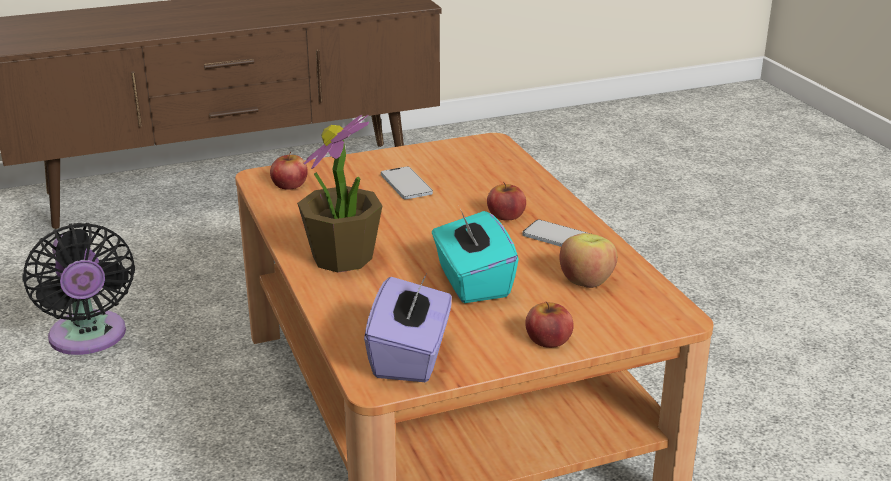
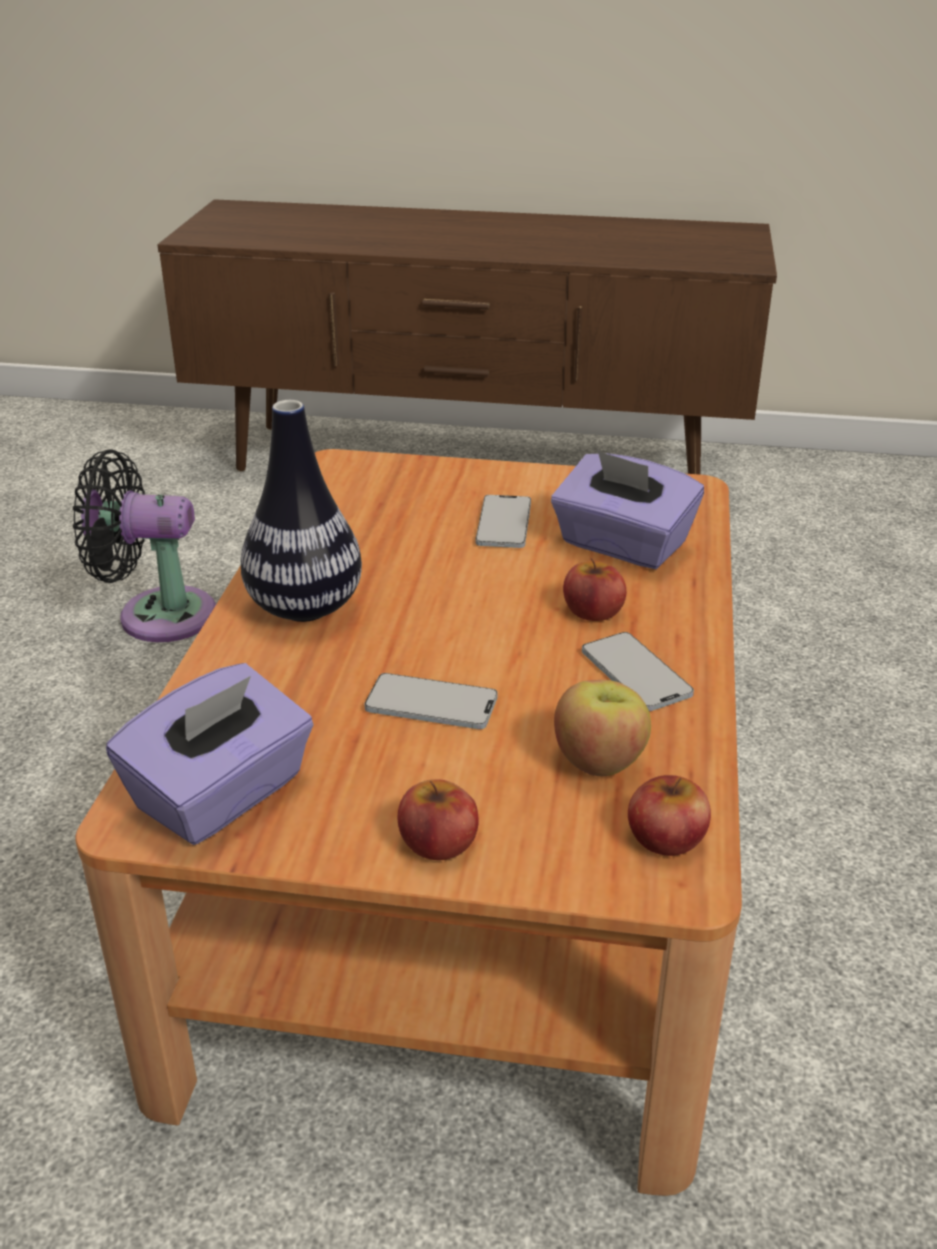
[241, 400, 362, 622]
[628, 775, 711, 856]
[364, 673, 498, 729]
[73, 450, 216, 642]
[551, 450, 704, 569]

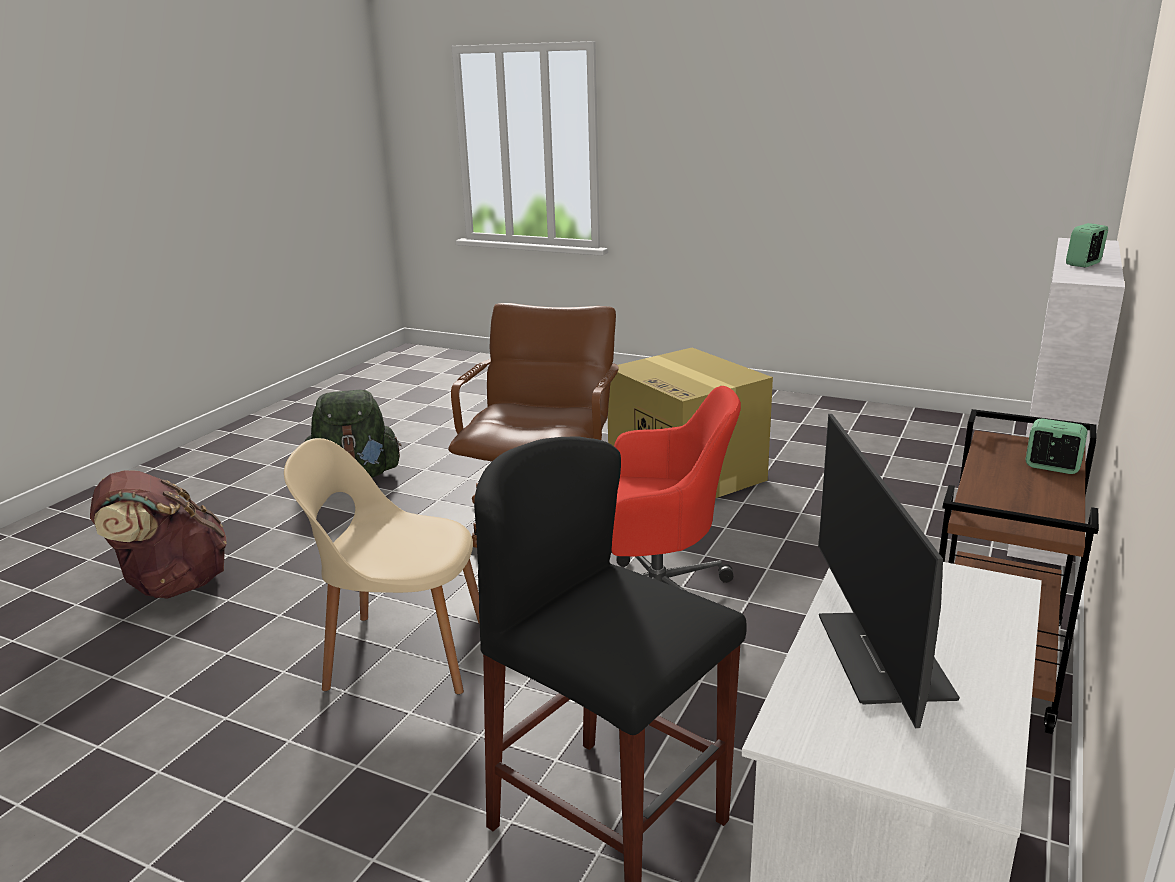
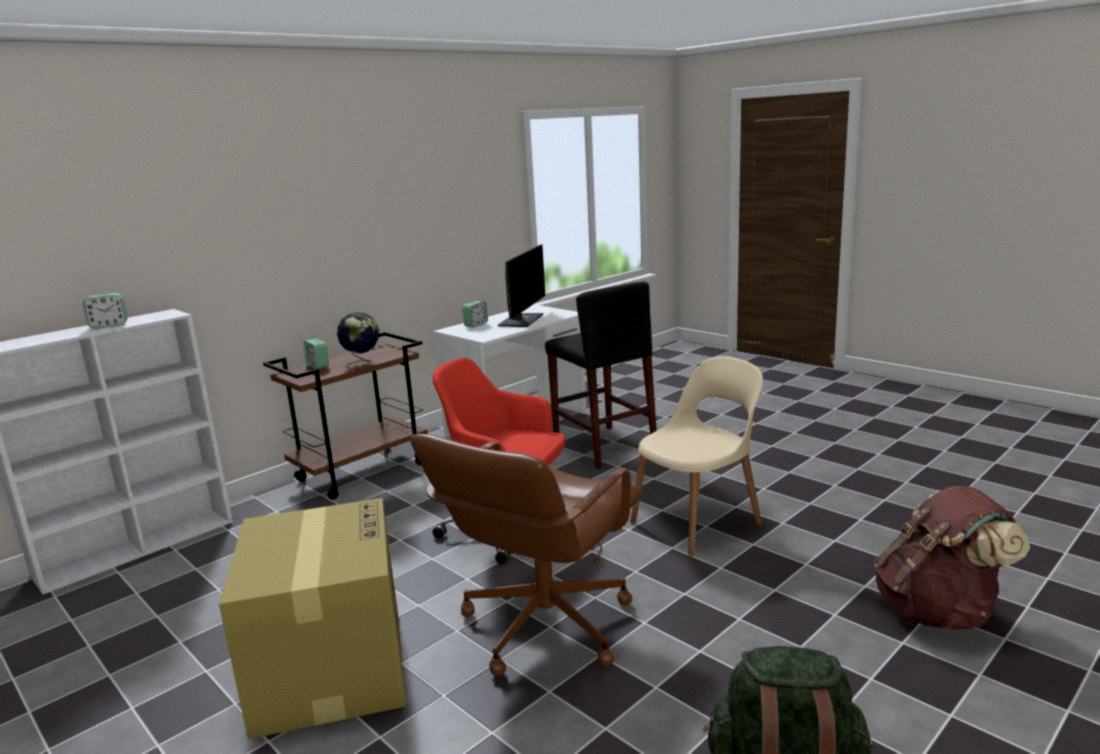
[630, 356, 763, 556]
[462, 301, 488, 327]
[337, 312, 379, 369]

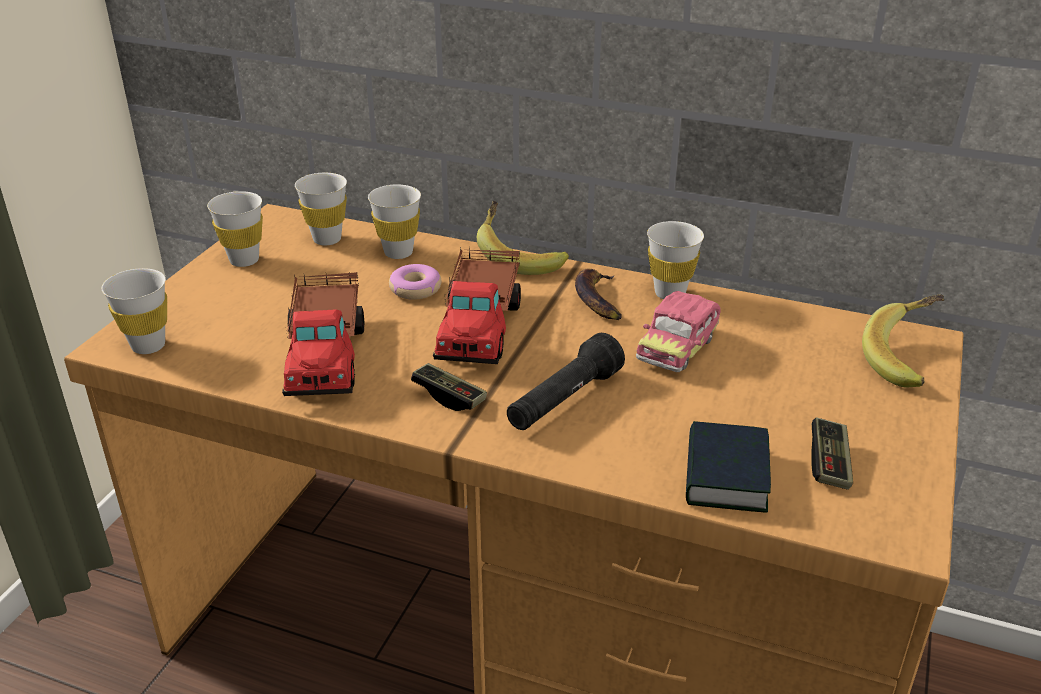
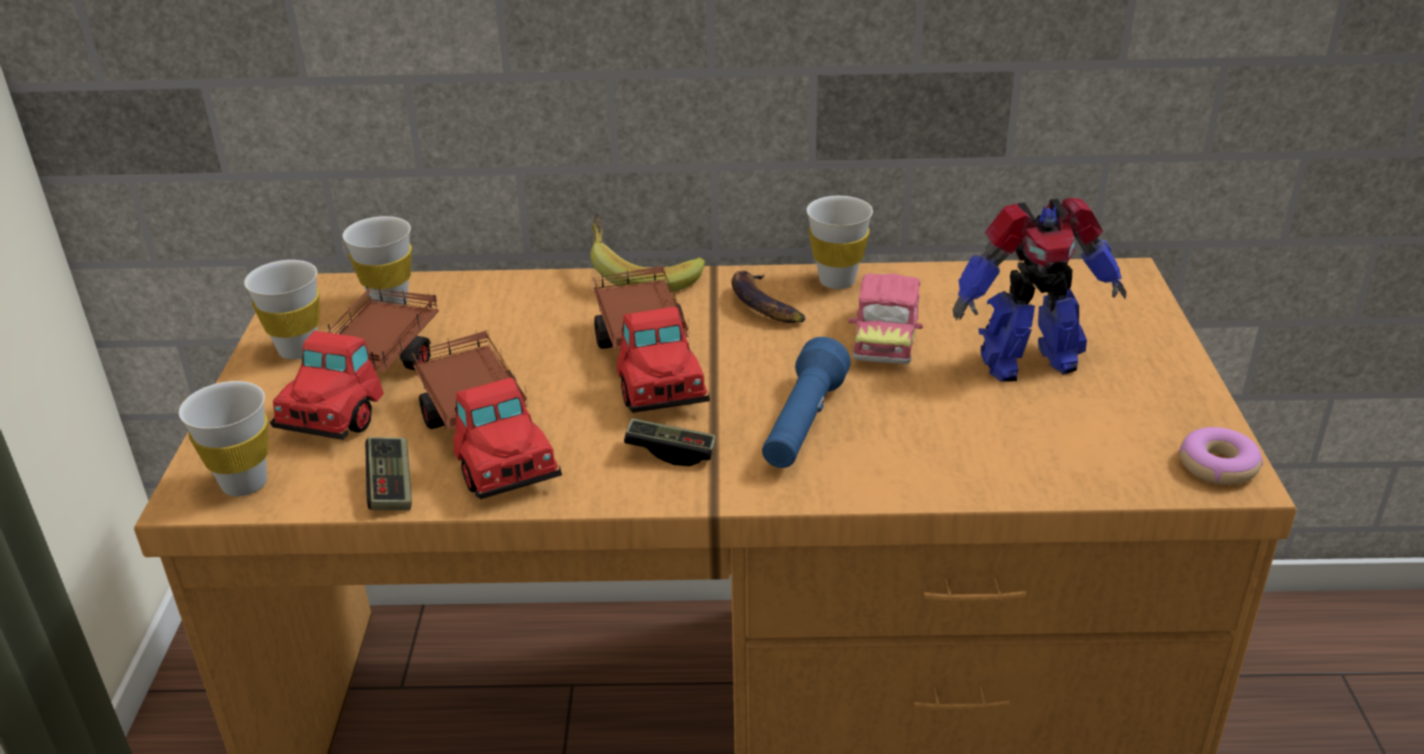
[368, 185, 421, 259] (first image)
[1179, 427, 1263, 485]
[862, 294, 944, 388] (first image)
[762, 337, 851, 468]
[365, 437, 412, 510]
[686, 421, 771, 513] (first image)
[953, 198, 1126, 381]
[269, 286, 439, 440]

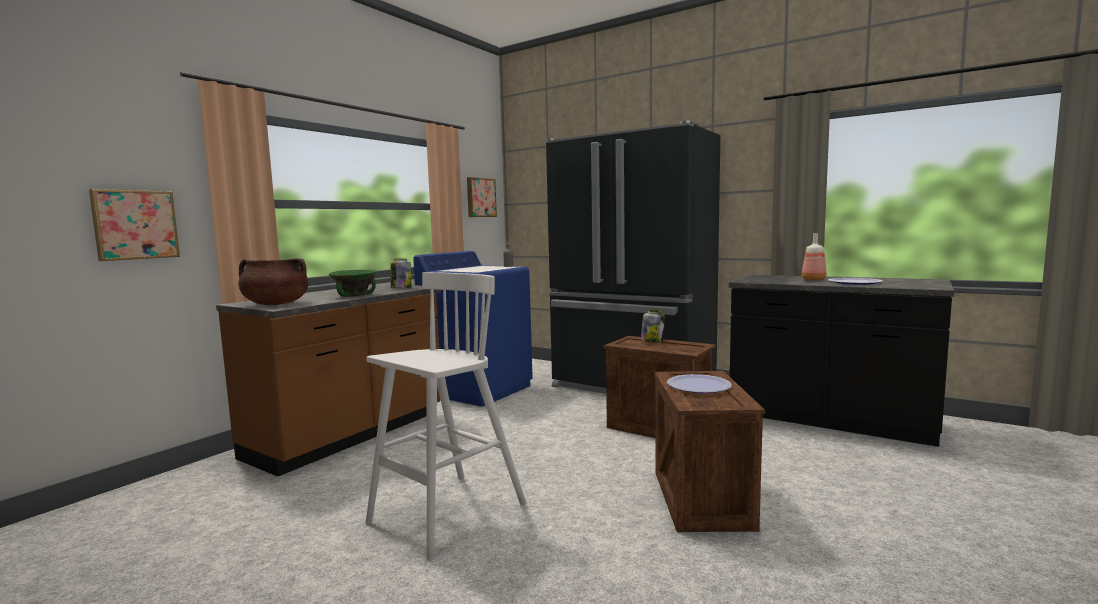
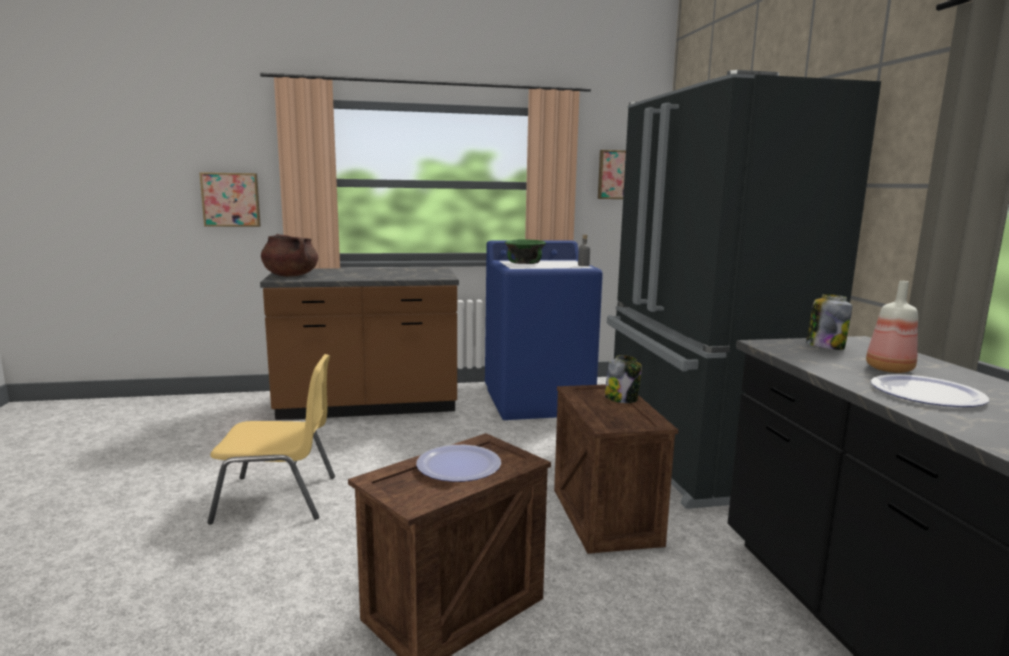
[806, 294, 852, 350]
[505, 239, 546, 264]
[207, 354, 335, 524]

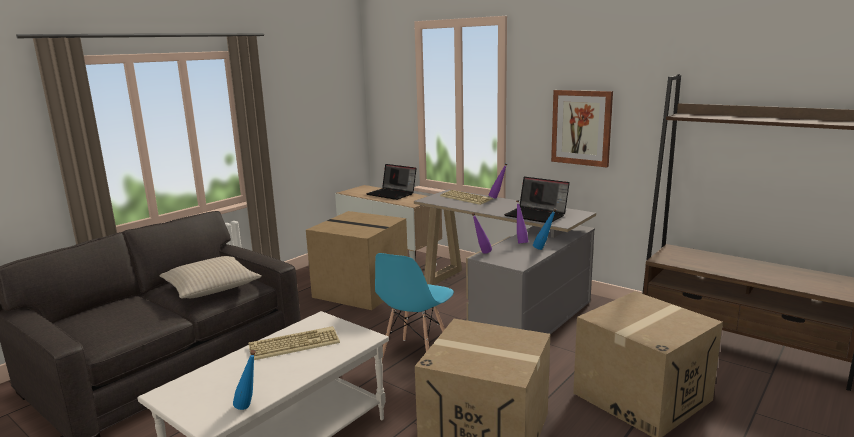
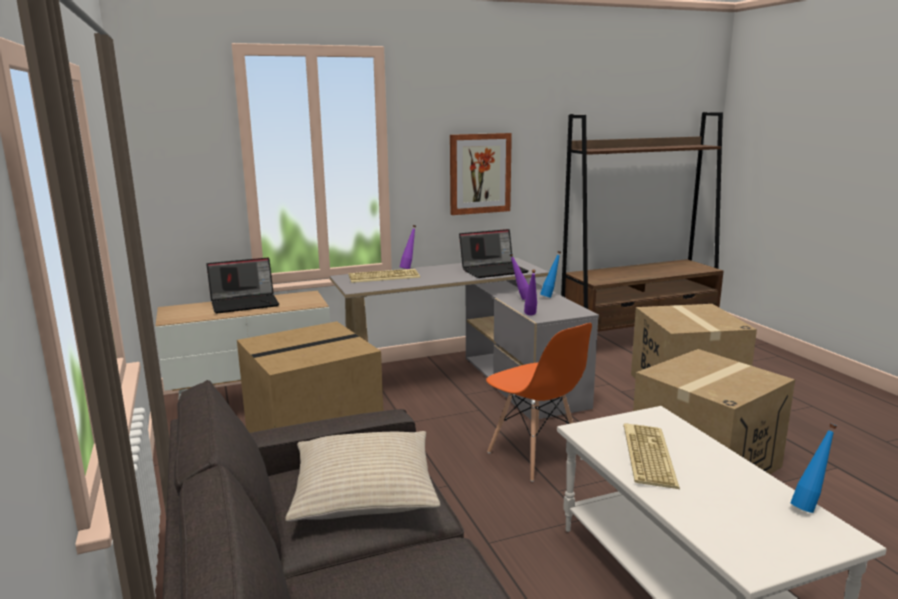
[486, 323, 592, 482]

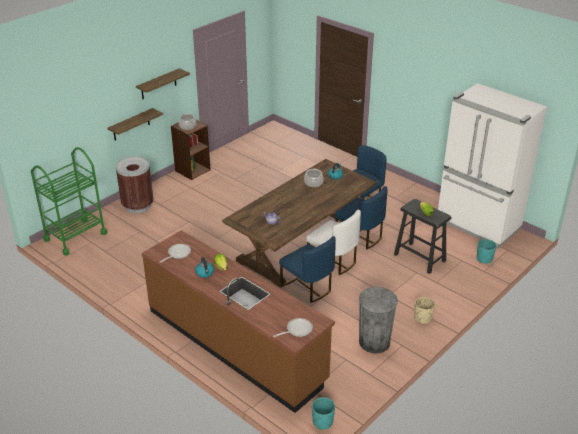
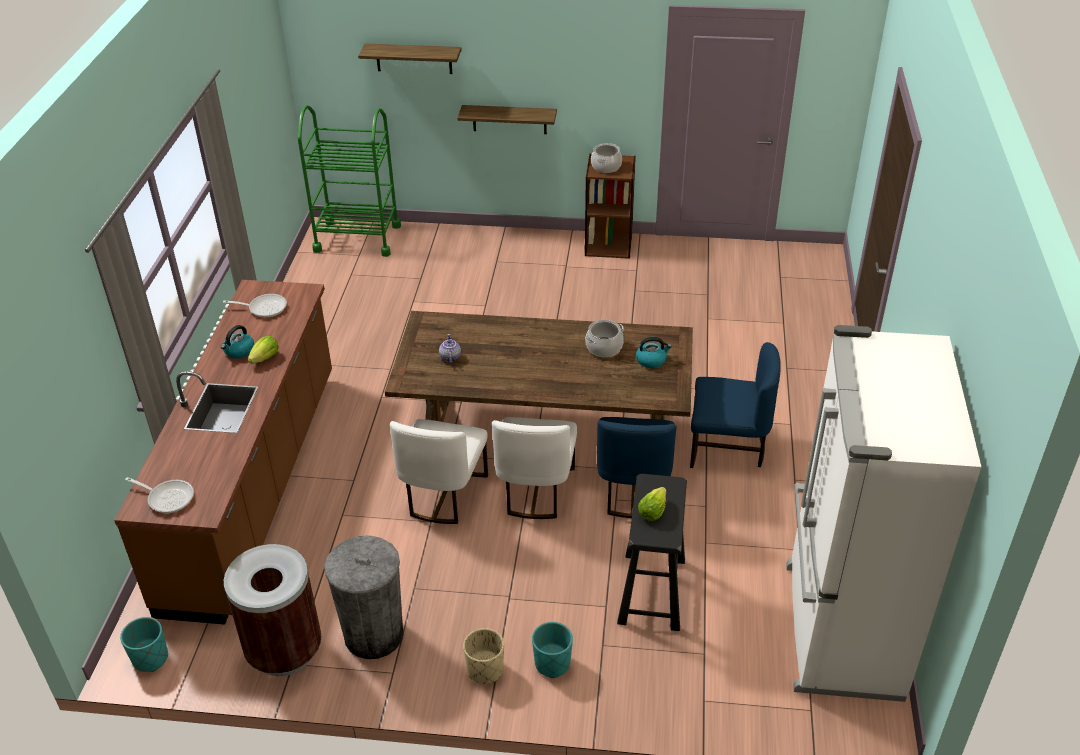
[358, 43, 462, 74]
[224, 544, 321, 676]
[390, 419, 488, 524]
[532, 622, 573, 678]

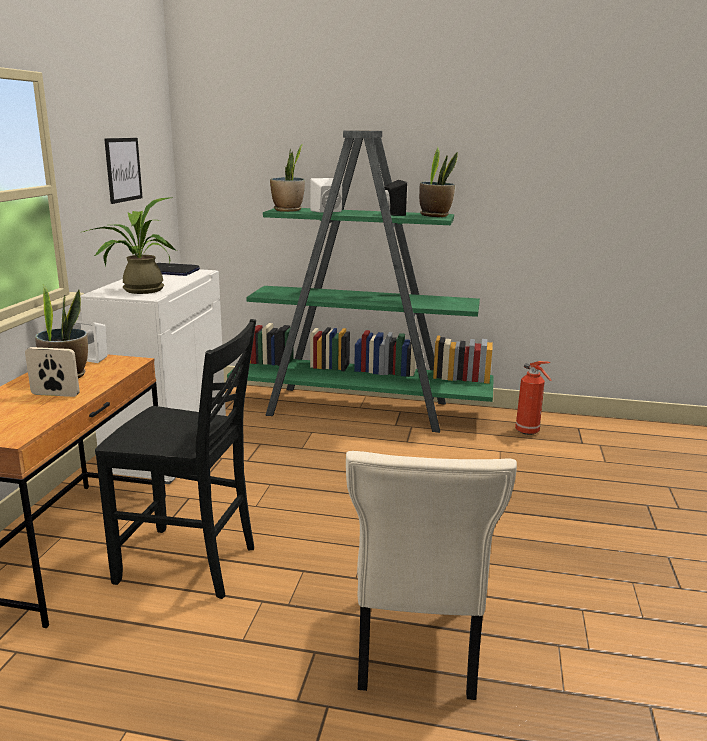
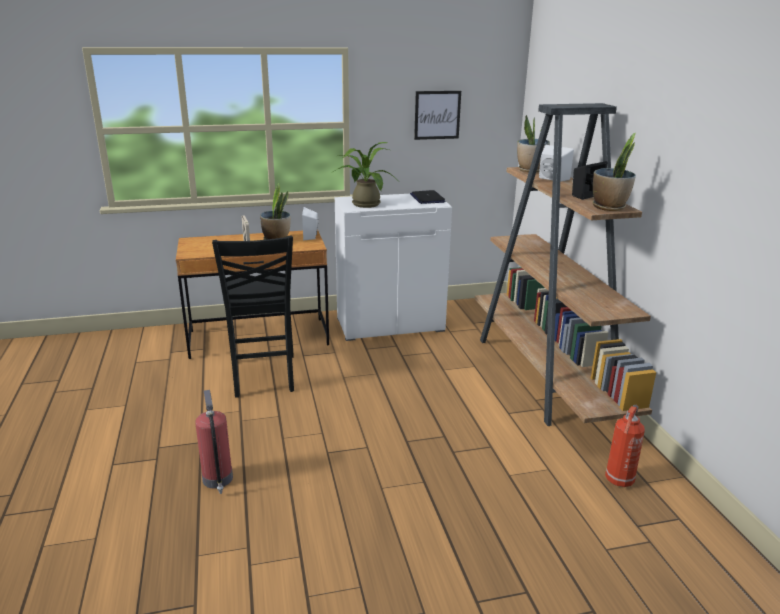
[475, 103, 656, 426]
[195, 390, 233, 494]

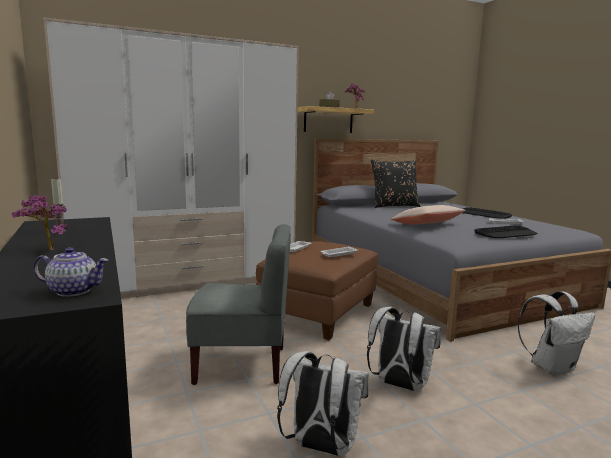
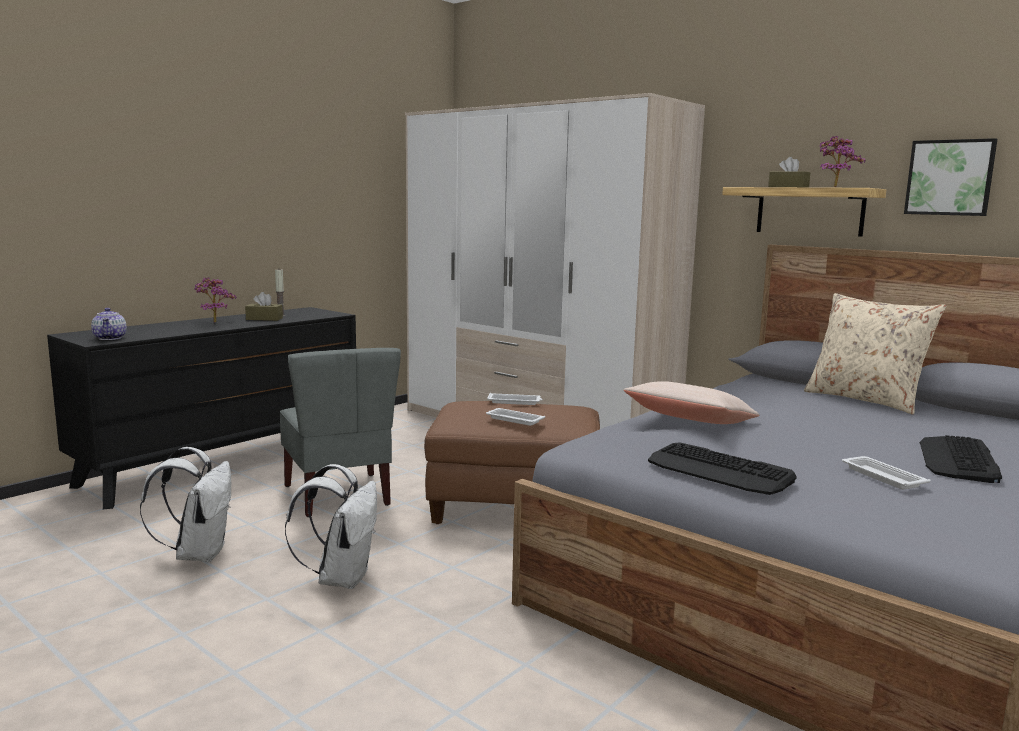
[804, 293, 946, 415]
[517, 291, 595, 376] (first image)
[904, 138, 997, 216]
[245, 292, 283, 321]

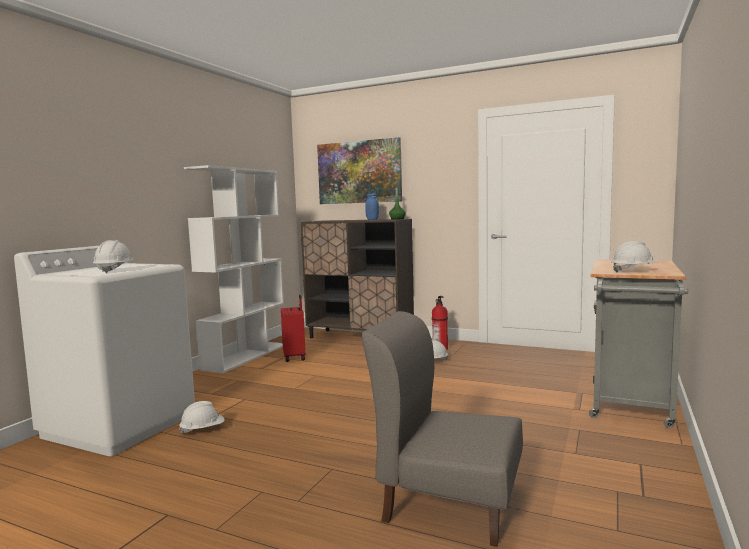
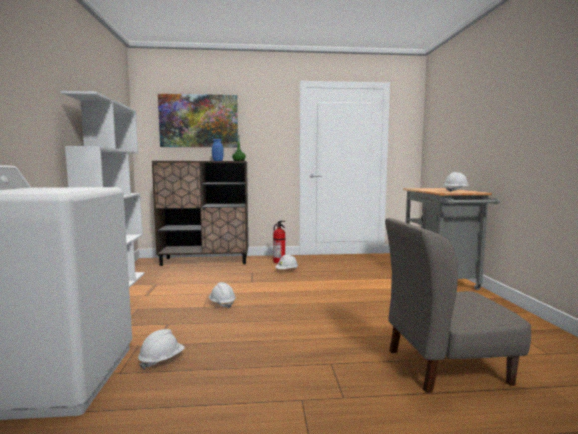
[209, 282, 236, 308]
[281, 295, 306, 362] (first image)

